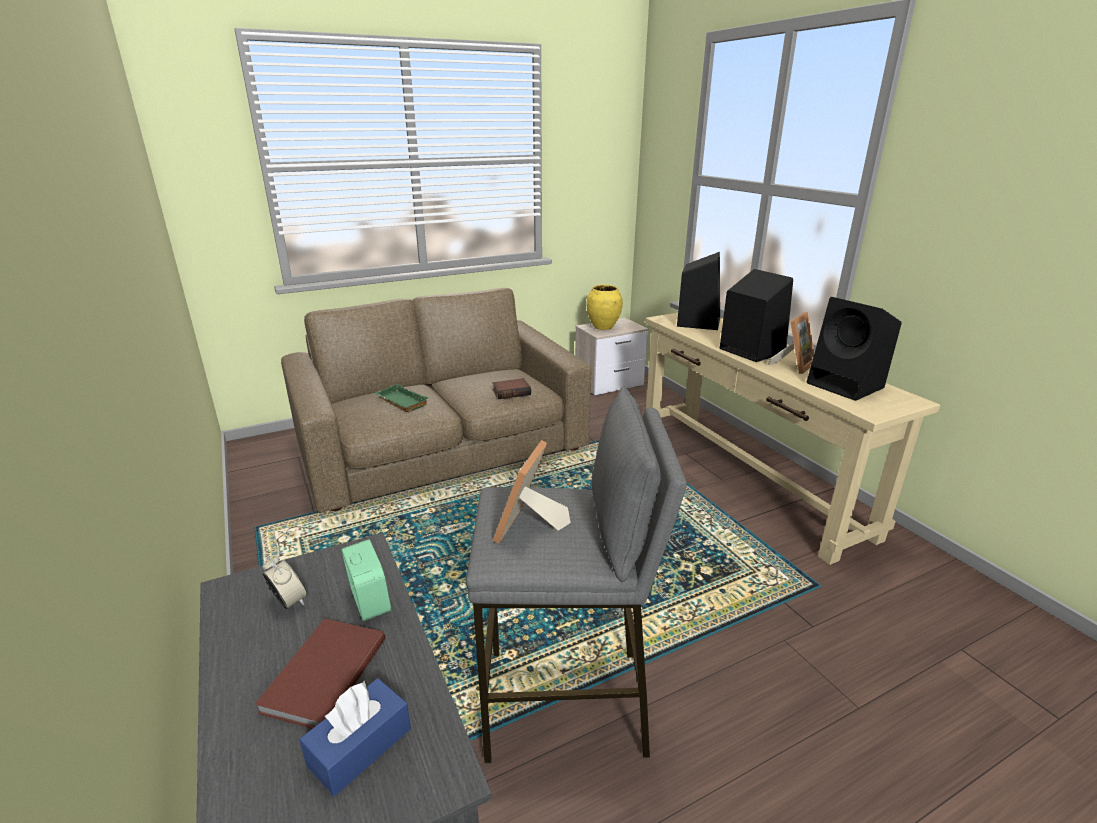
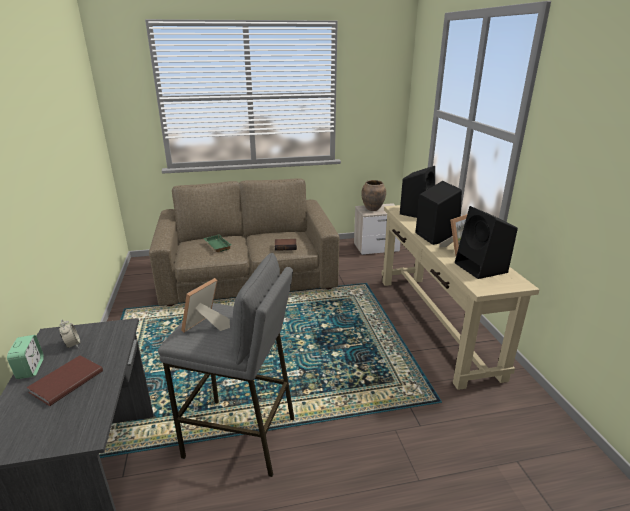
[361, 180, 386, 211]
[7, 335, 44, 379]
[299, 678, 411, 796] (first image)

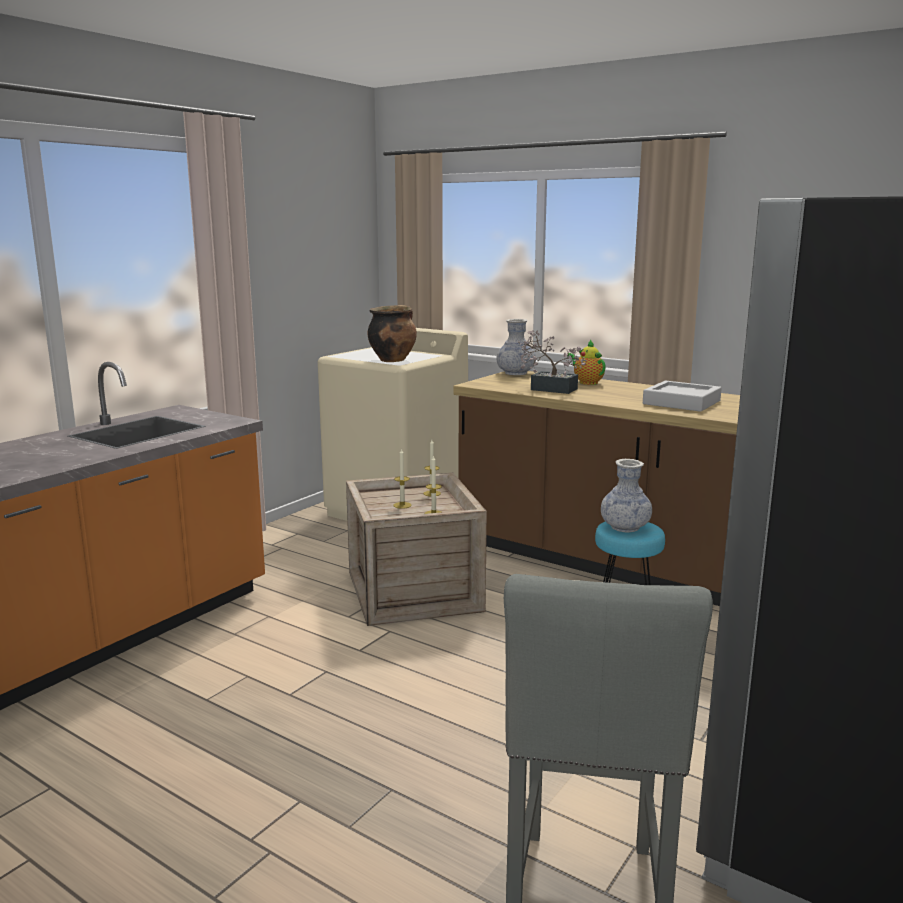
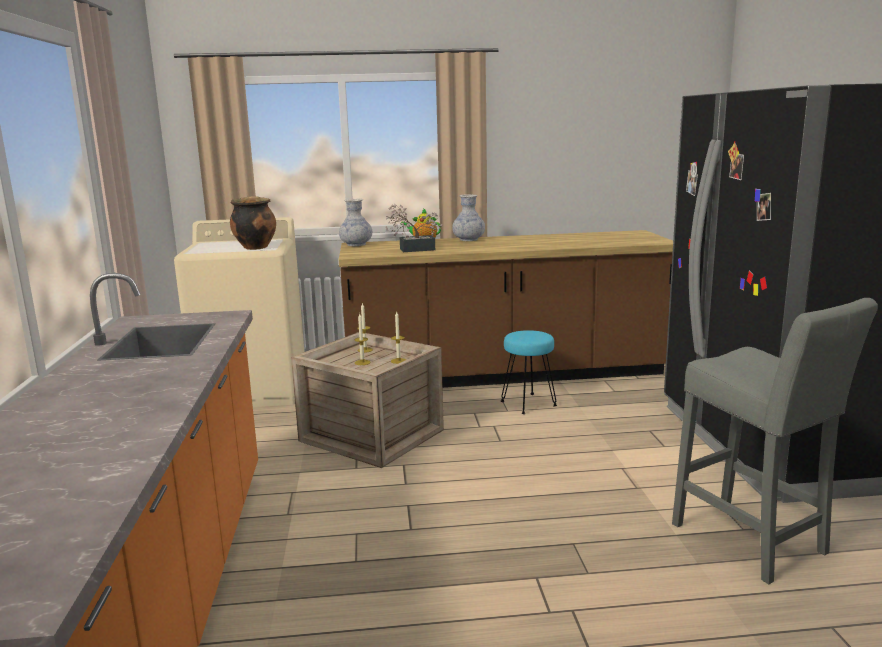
[643, 381, 722, 412] (first image)
[452, 194, 485, 241]

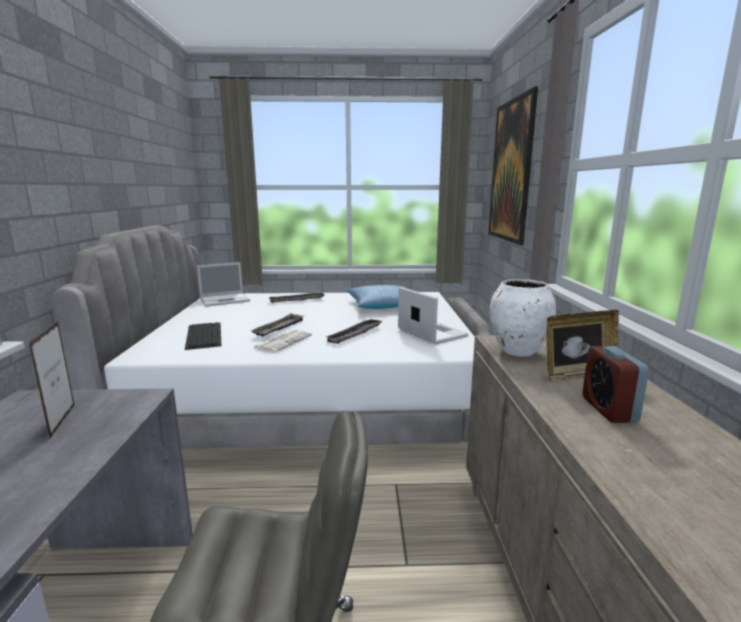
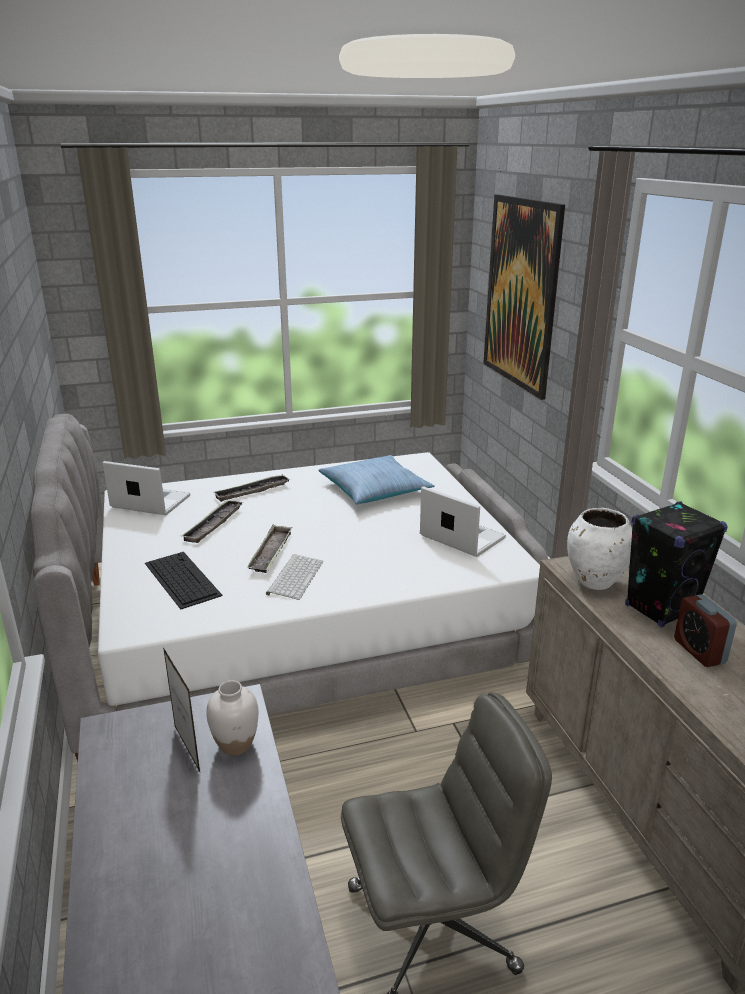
[103, 461, 190, 515]
[625, 501, 728, 627]
[181, 500, 243, 543]
[266, 554, 323, 600]
[206, 681, 258, 756]

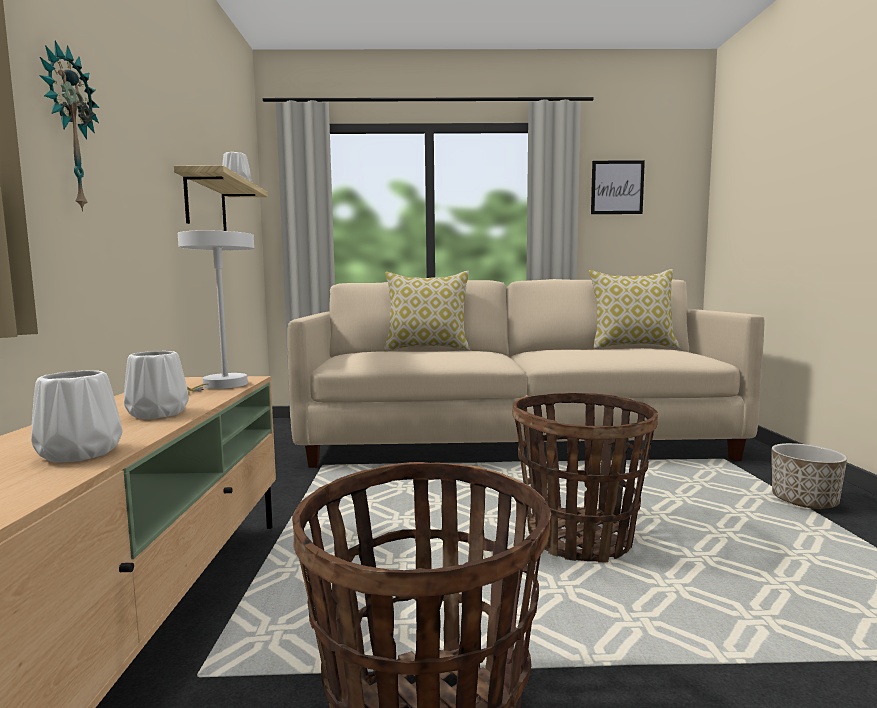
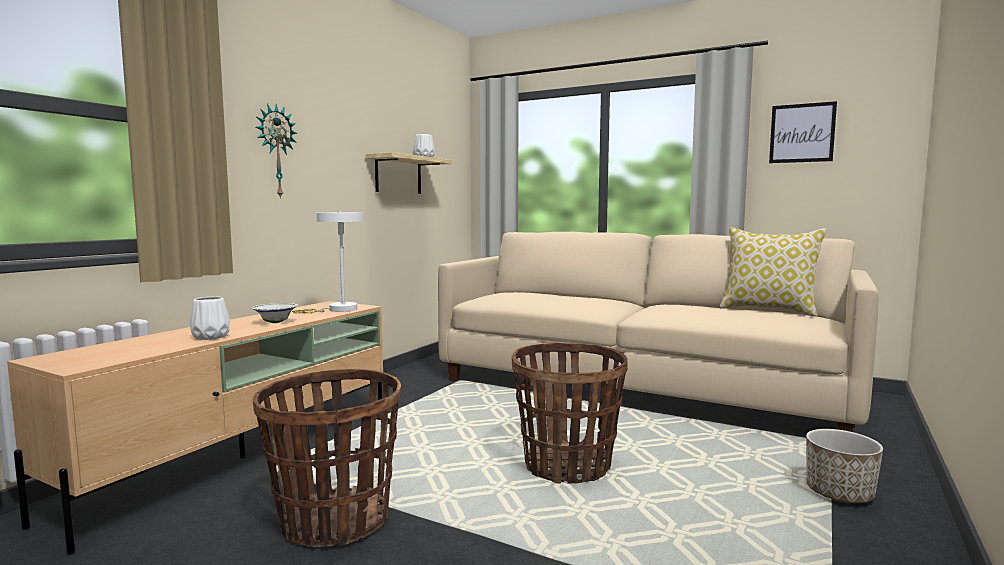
[384, 271, 470, 352] (first image)
[251, 303, 298, 323]

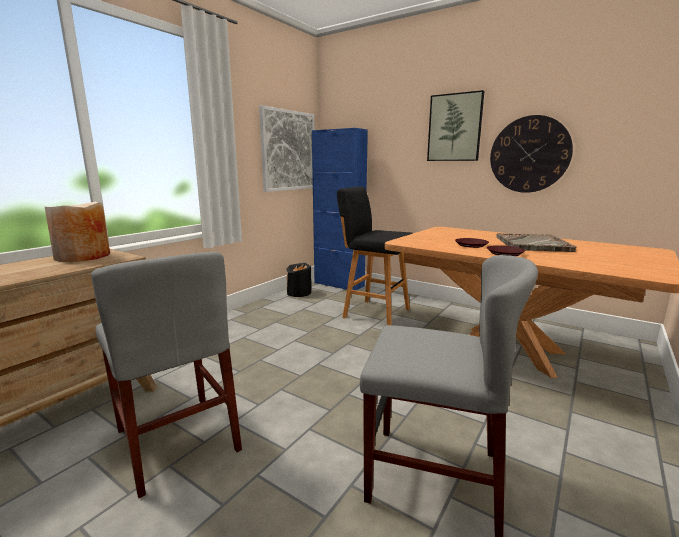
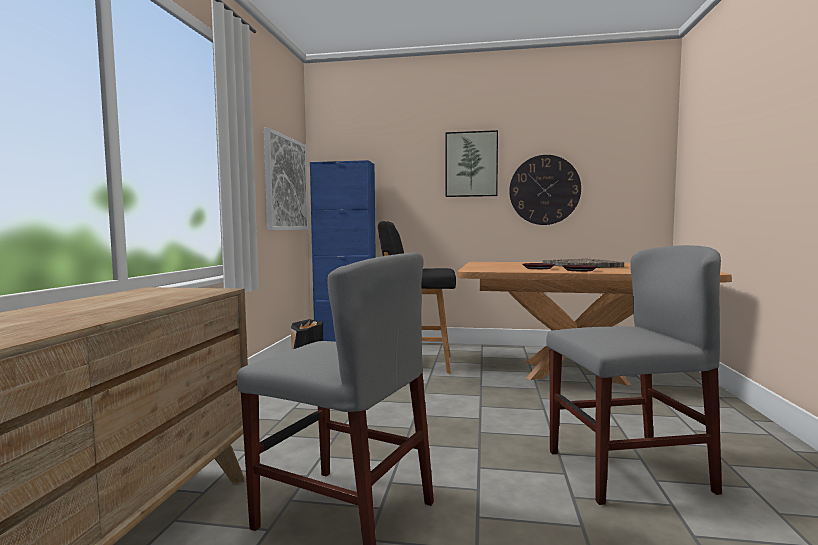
[45, 202, 110, 262] (first image)

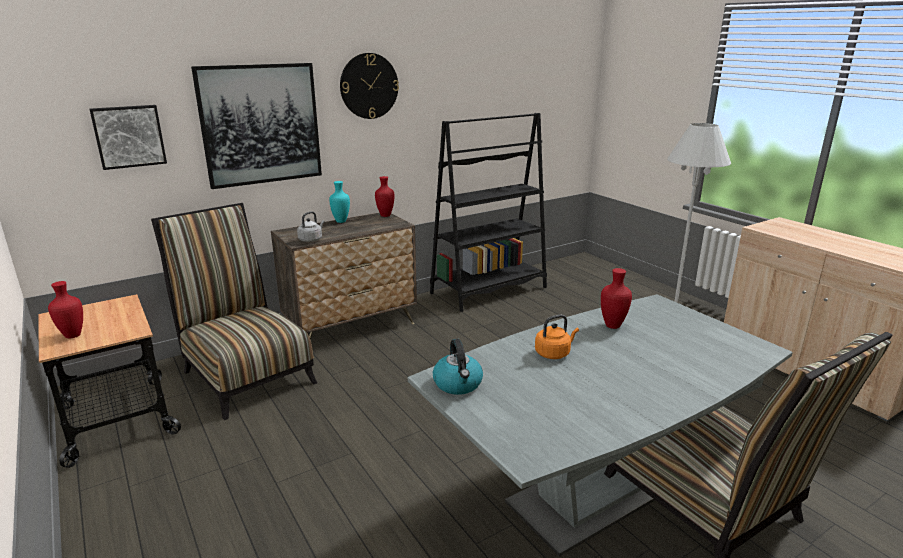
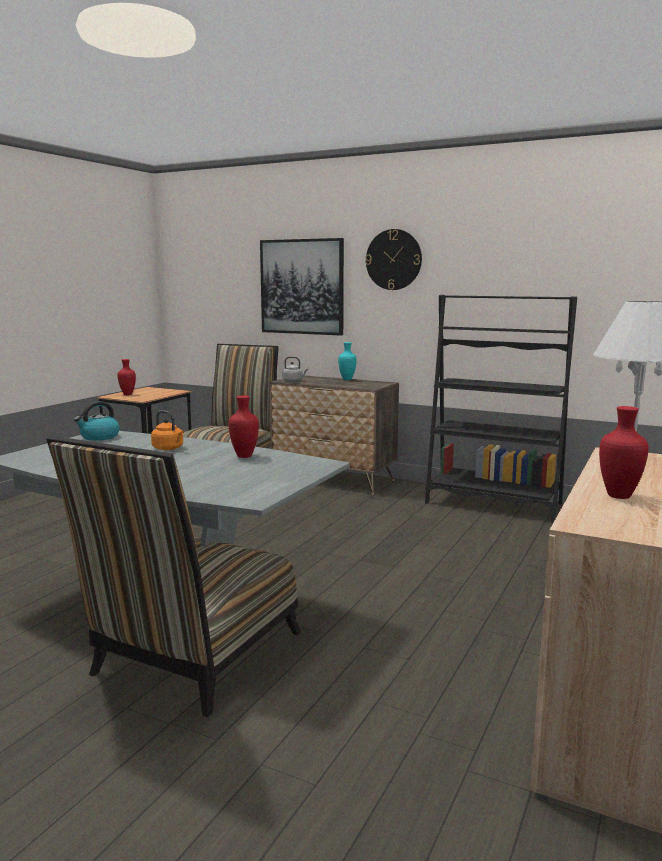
[89, 105, 167, 170] (first image)
[599, 406, 649, 499]

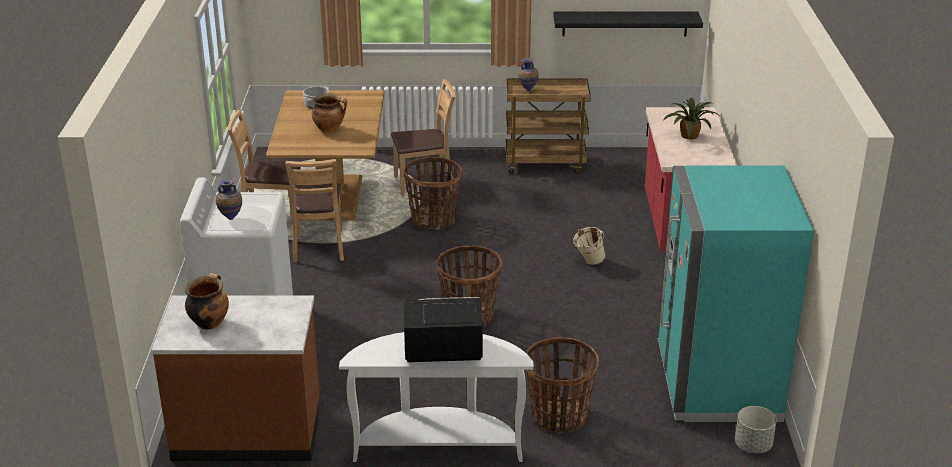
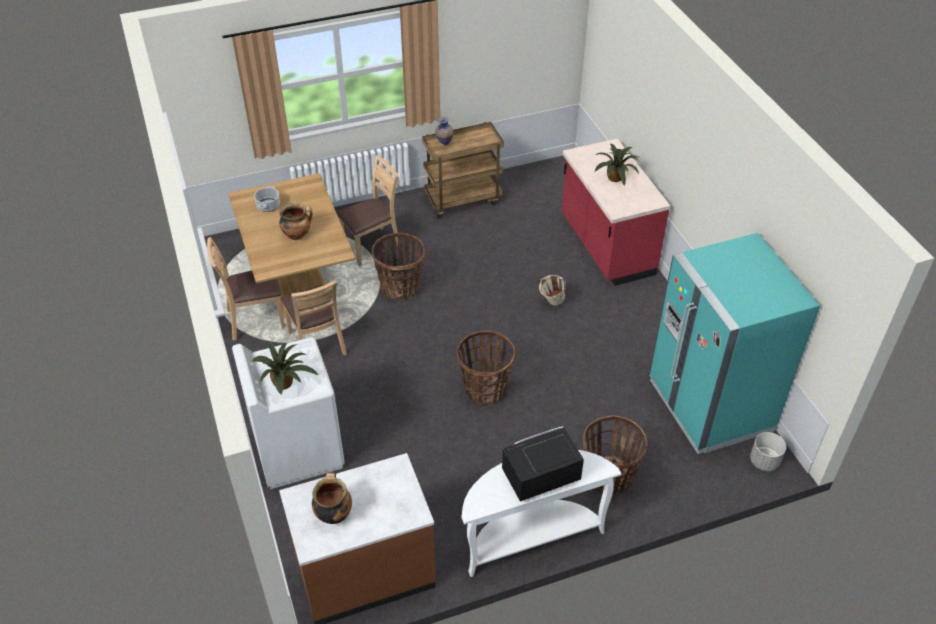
[553, 11, 703, 36] (first image)
[251, 343, 318, 395]

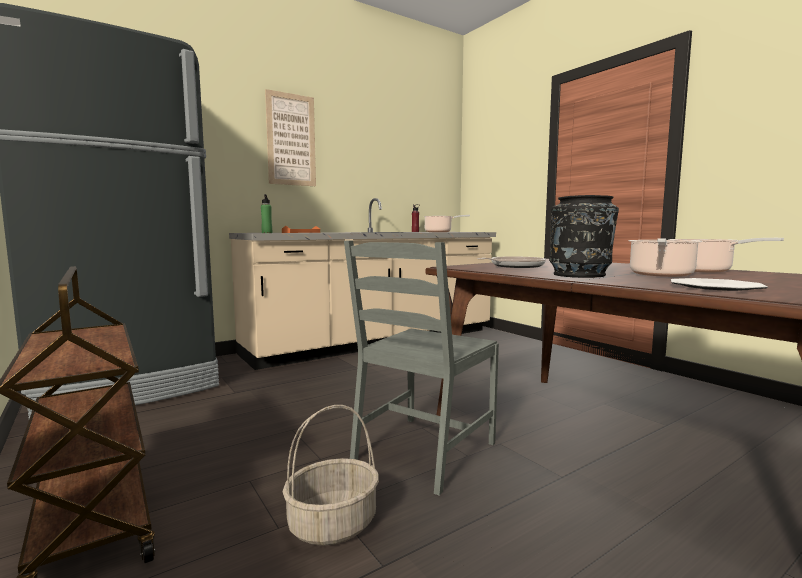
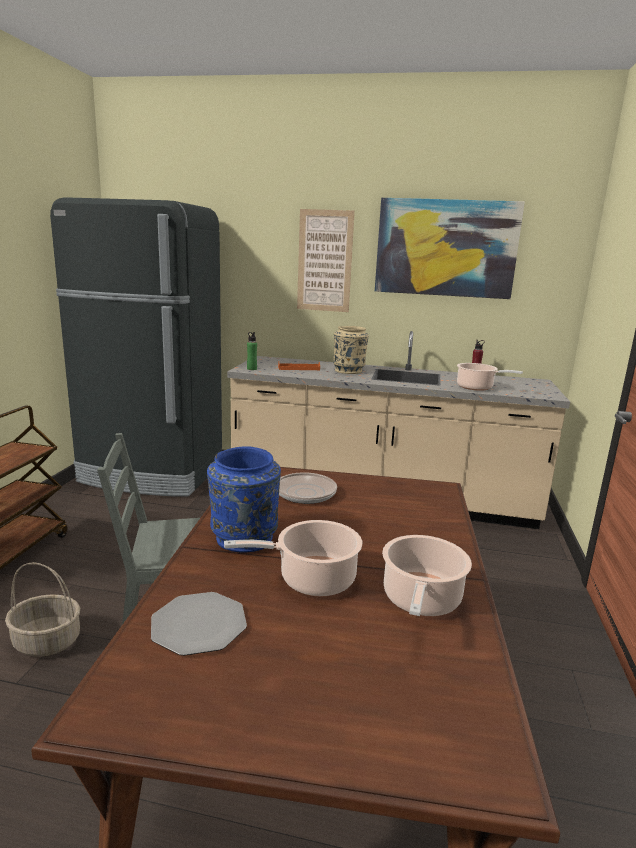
[207, 447, 281, 553]
[375, 198, 525, 299]
[333, 326, 369, 374]

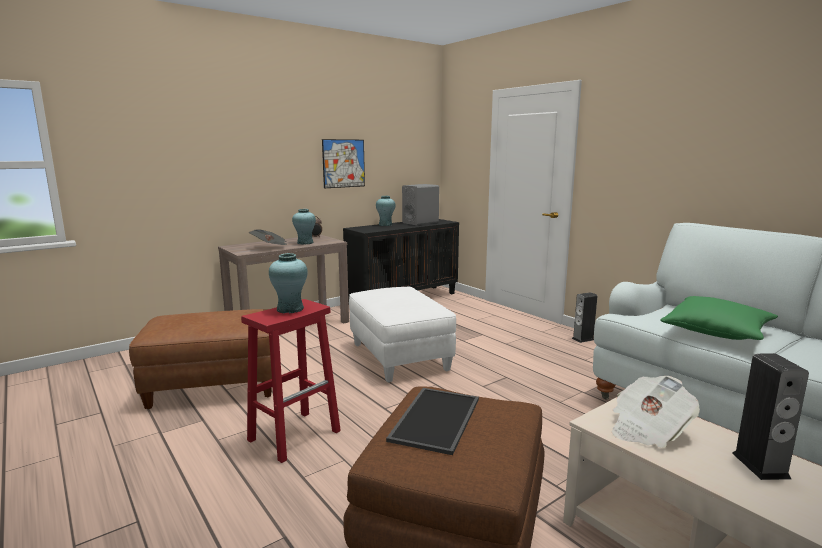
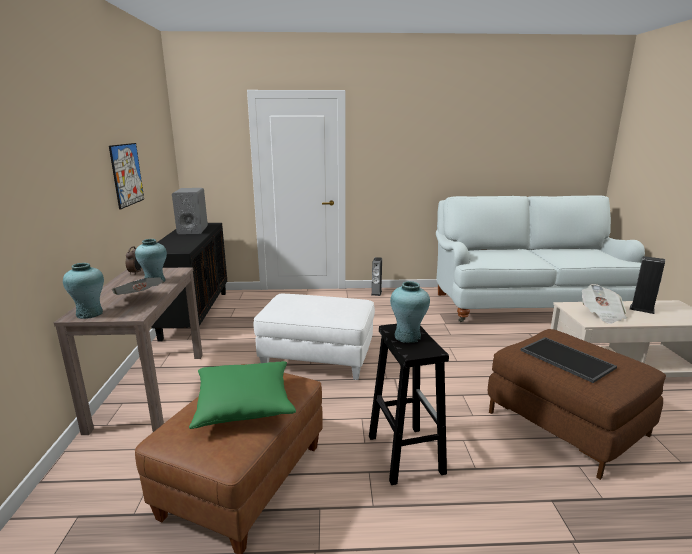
[63, 263, 104, 319]
[189, 361, 296, 429]
[369, 324, 449, 485]

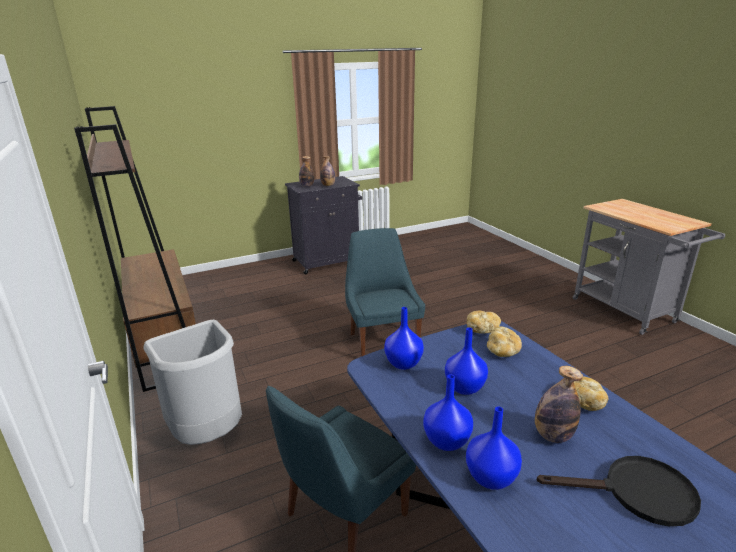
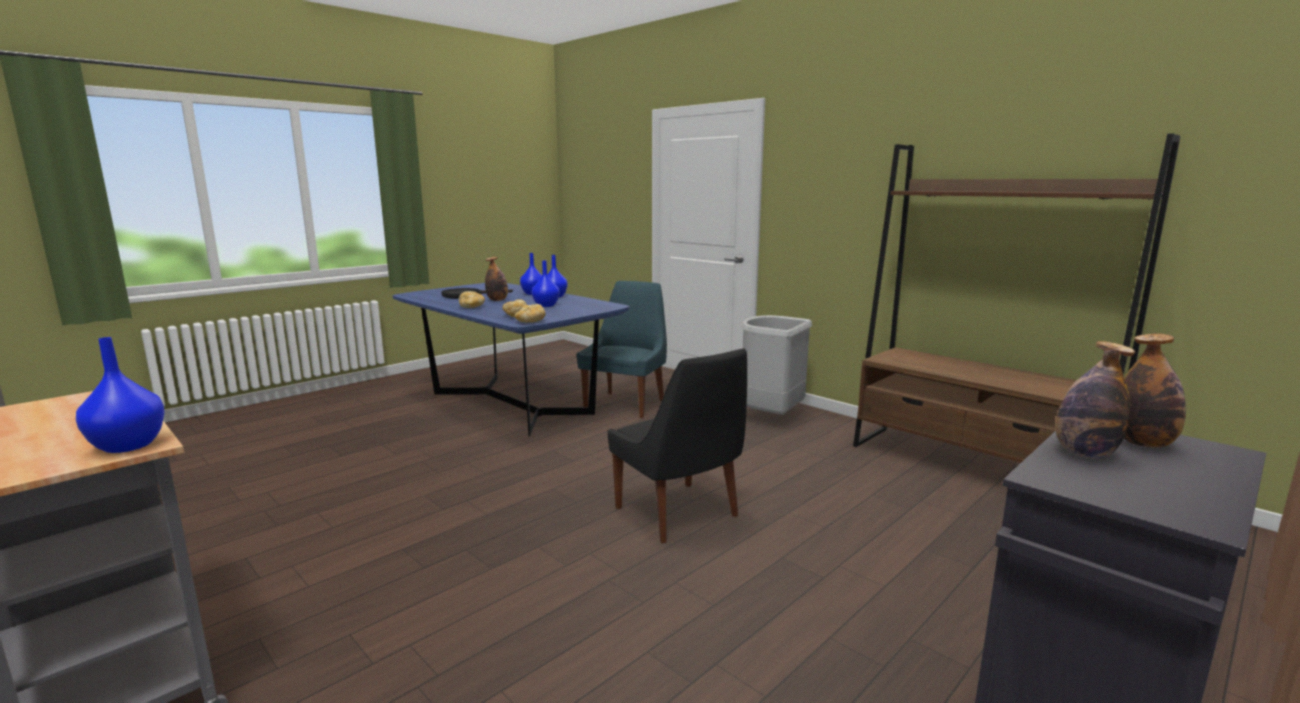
[608, 348, 747, 543]
[76, 337, 165, 453]

